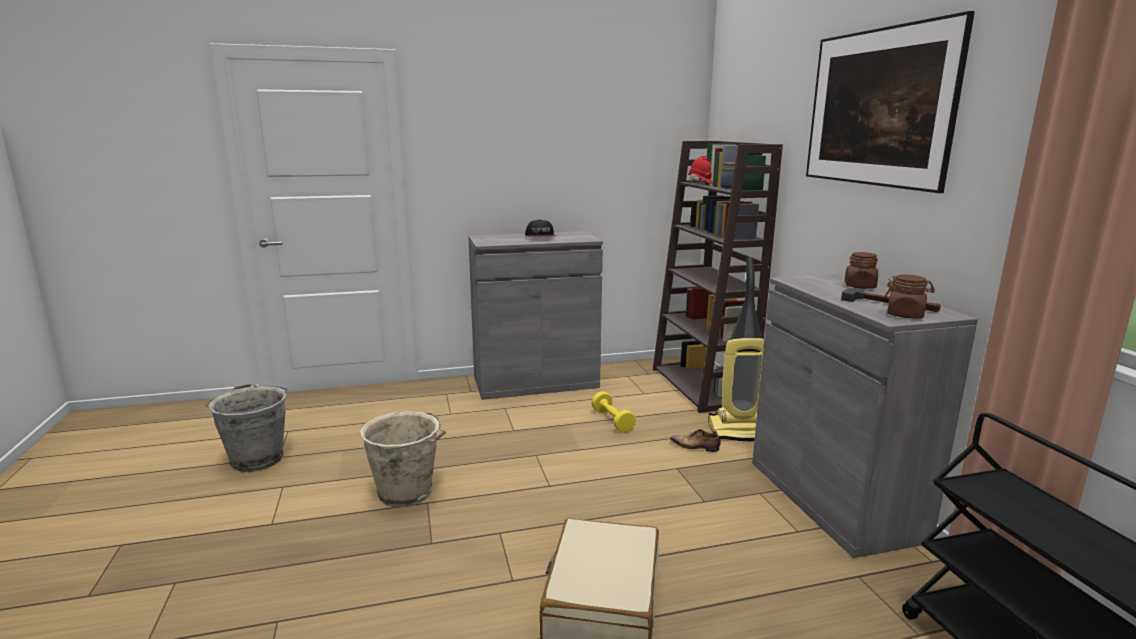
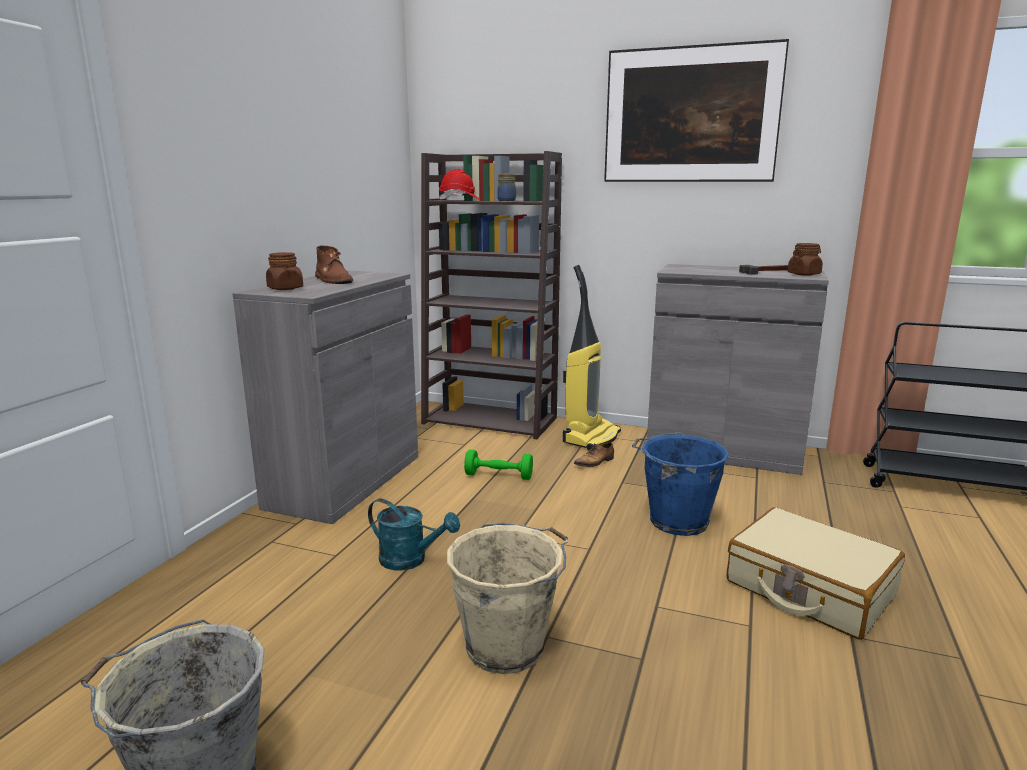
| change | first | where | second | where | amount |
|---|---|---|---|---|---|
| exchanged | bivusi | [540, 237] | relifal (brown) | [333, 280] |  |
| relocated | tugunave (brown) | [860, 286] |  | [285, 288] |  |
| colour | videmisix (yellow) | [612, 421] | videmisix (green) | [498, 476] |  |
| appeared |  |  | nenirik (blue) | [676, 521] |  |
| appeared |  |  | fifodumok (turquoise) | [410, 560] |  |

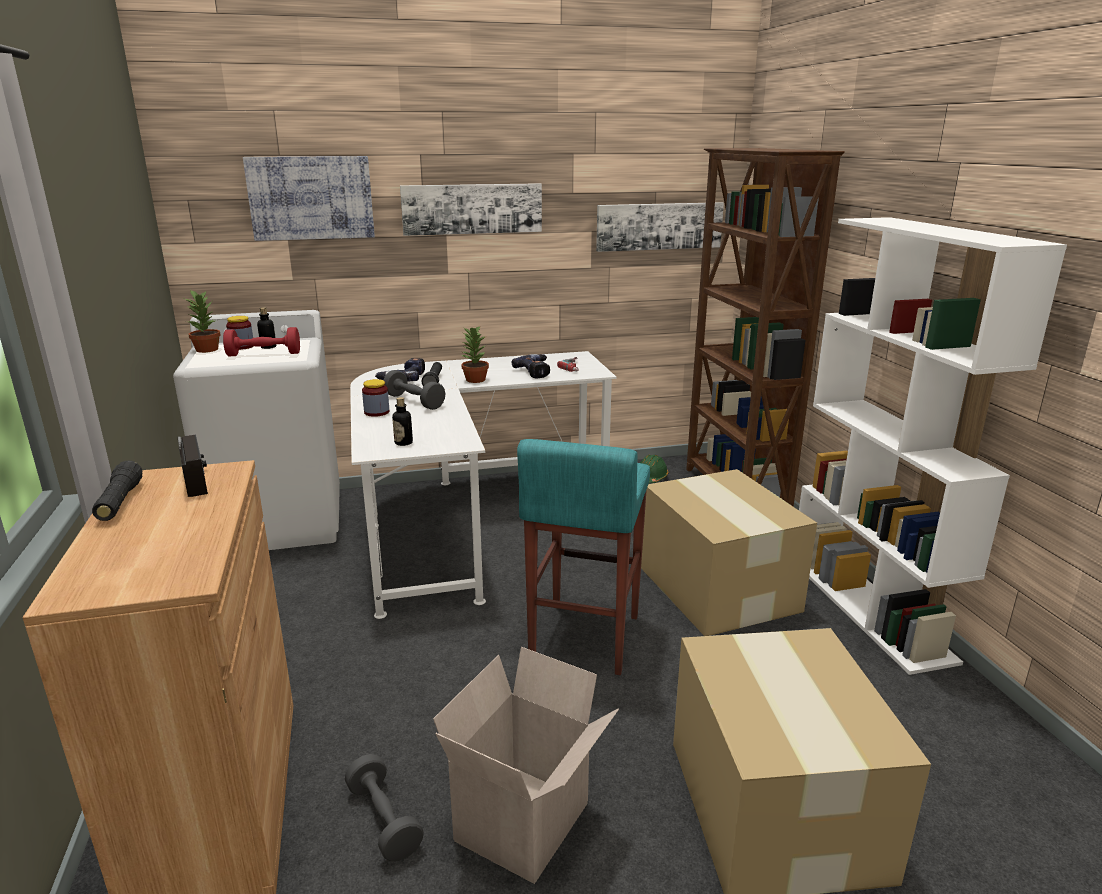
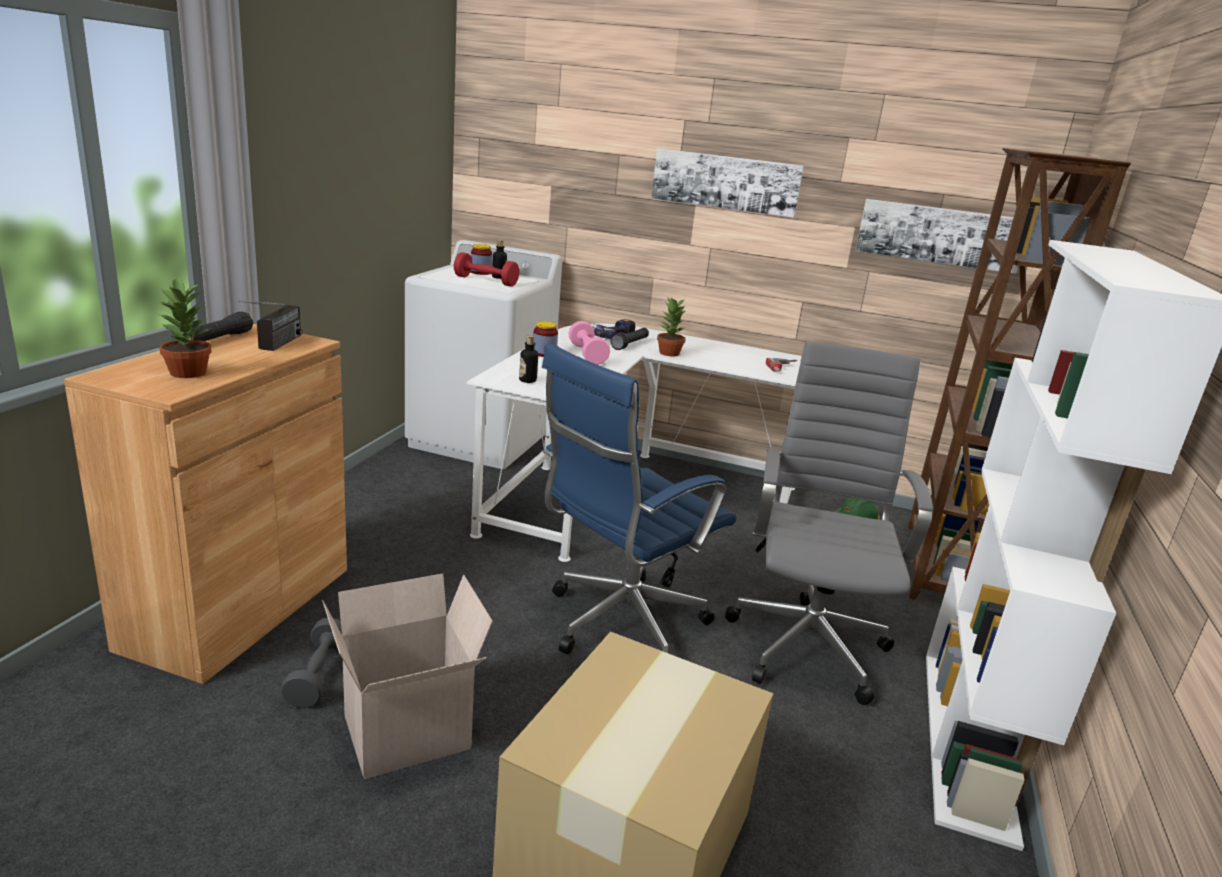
| change | first | where | second | where | amount |
|---|---|---|---|---|---|
| missing | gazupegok | [311, 198] |  |  |  |
| relocated | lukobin | [207, 349] |  | [189, 372] |  |
| missing | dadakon | [537, 372] |  |  |  |
| colour | videmisix (grey) | [414, 402] | videmisix (pink) | [587, 354] |  |
| exchanged | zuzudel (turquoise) | [583, 637] | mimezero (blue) | [619, 625] |  |
| exchanged | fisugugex | [718, 587] | mimezero (grey) | [807, 643] |  |

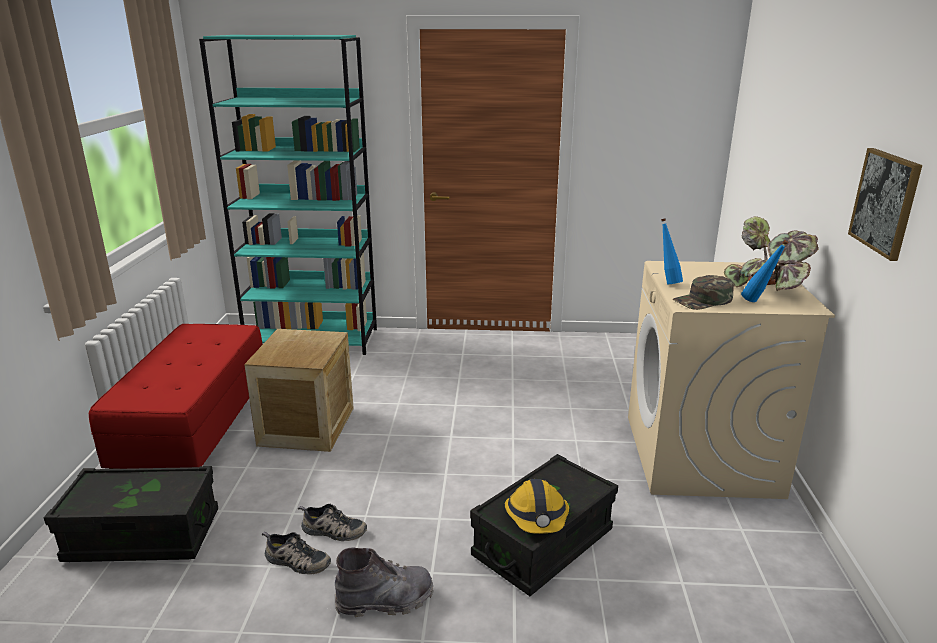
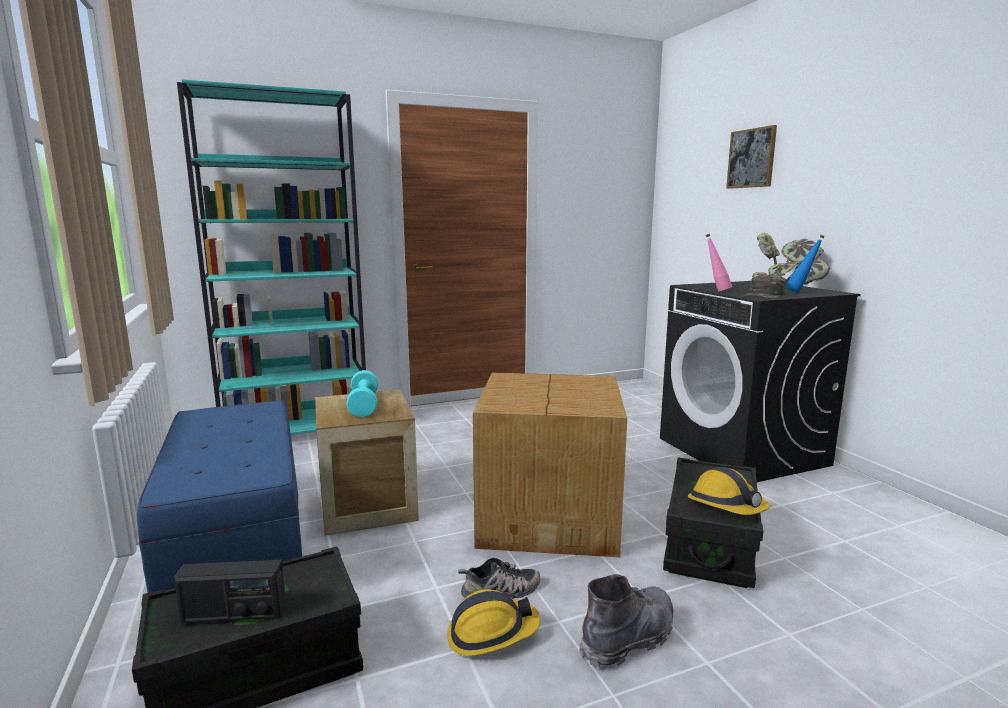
| change | first | where | second | where | amount |
|---|---|---|---|---|---|
| relocated | gazupegok | [885, 202] |  | [751, 158] |  |
| colour | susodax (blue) | [667, 282] | susodax (pink) | [716, 291] |  |
| colour | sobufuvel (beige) | [701, 456] | sobufuvel (black) | [743, 452] |  |
| colour | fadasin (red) | [197, 438] | fadasin (blue) | [237, 545] |  |
| exchanged | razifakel | [296, 562] | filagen | [491, 633] |  |
| appeared |  |  | videmisix (turquoise) | [364, 406] |  |
| appeared |  |  | fisugugex | [551, 515] |  |
| appeared |  |  | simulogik | [234, 614] |  |

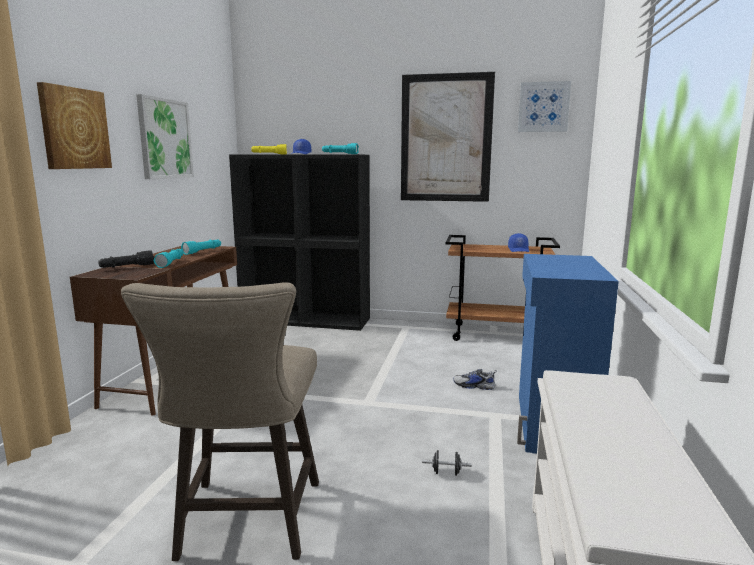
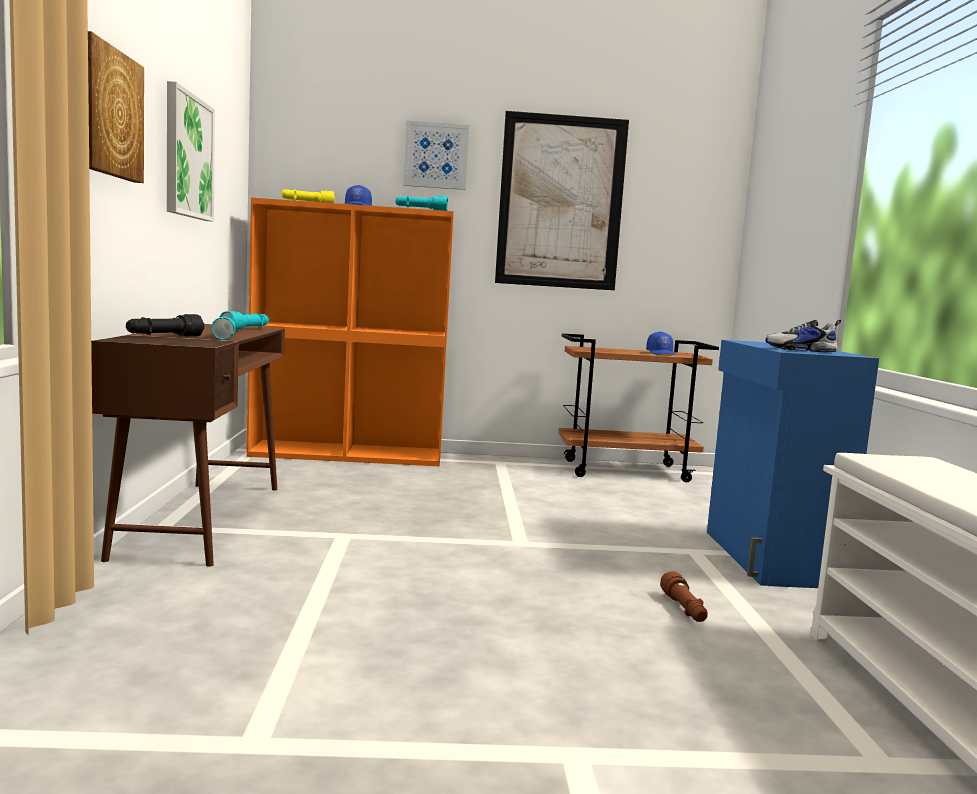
| change | first | where | second | where | amount |
|---|---|---|---|---|---|
| relocated | gazupegok | [543, 107] |  | [436, 155] |  |
| colour | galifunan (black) | [306, 320] | galifunan (orange) | [349, 454] |  |
| missing | zuzudel (beige) | [247, 526] |  |  |  |
| relocated | razifakel | [474, 386] |  | [801, 350] |  |
| exchanged | videmisix (black) | [446, 472] | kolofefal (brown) | [684, 609] |  |

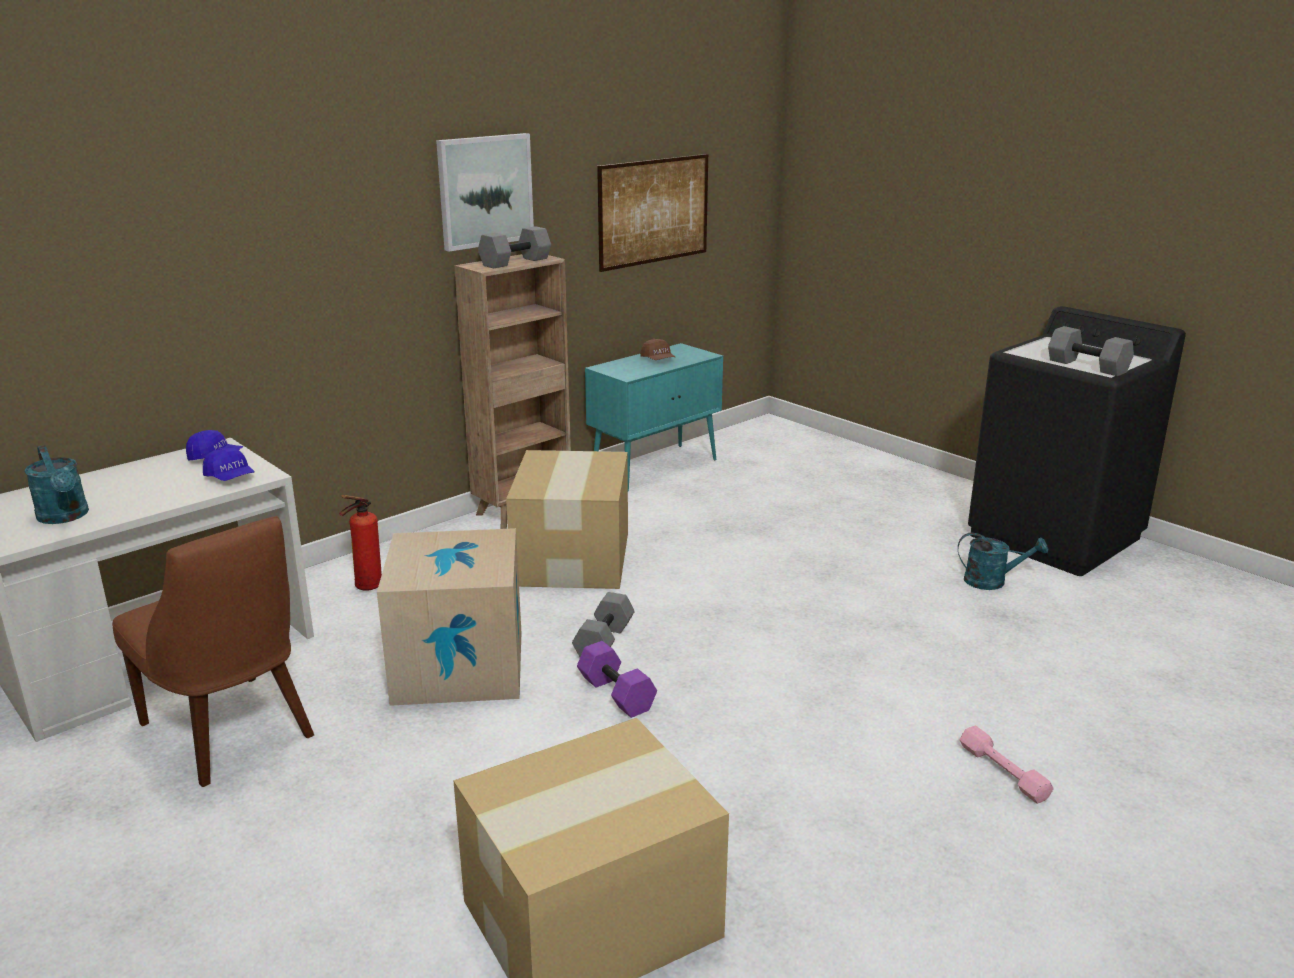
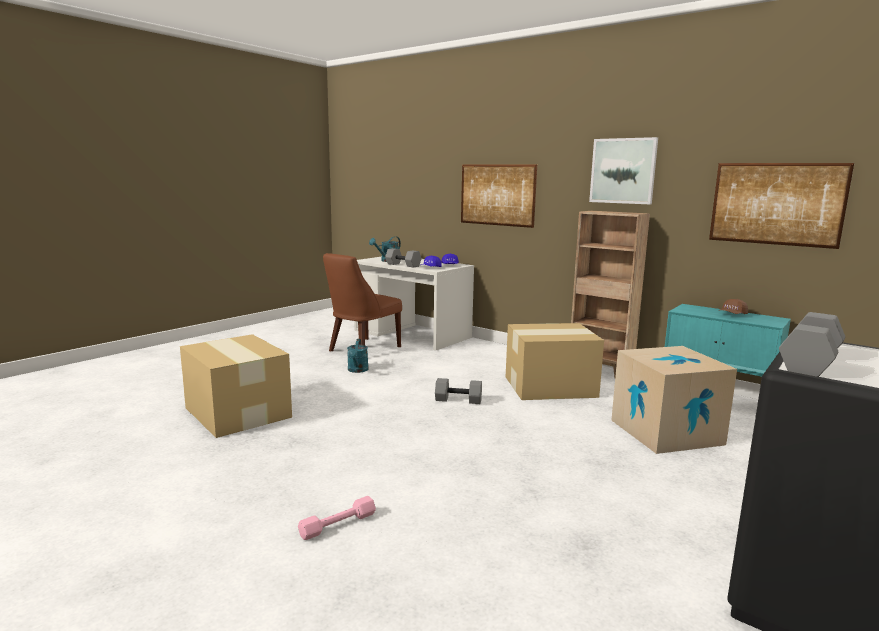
| change | first | where | second | where | amount |
|---|---|---|---|---|---|
| relocated | videmisix (grey) | [515, 262] |  | [403, 265] |  |
| missing | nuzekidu | [365, 587] |  |  |  |
| relocated | fisugugex | [459, 666] |  | [666, 432] |  |
| relocated | fifodumok (turquoise) | [992, 581] |  | [357, 370] |  |
| missing | videmisix (purple) | [614, 694] |  |  |  |
| appeared |  |  | gazupegok | [497, 195] |  |

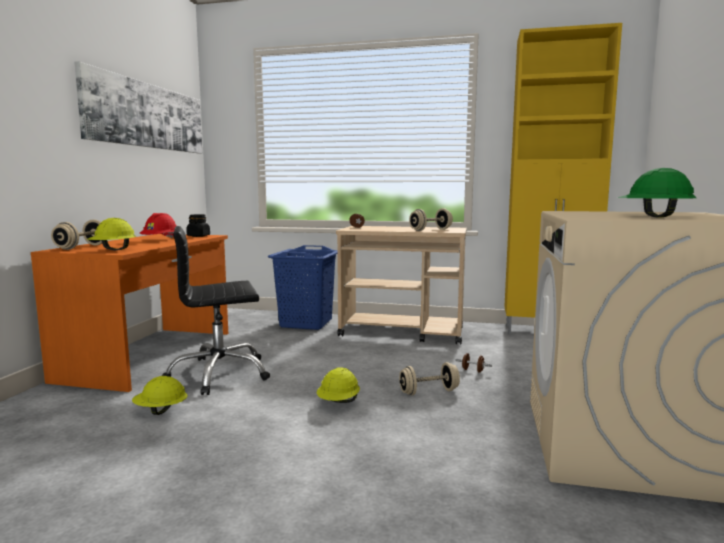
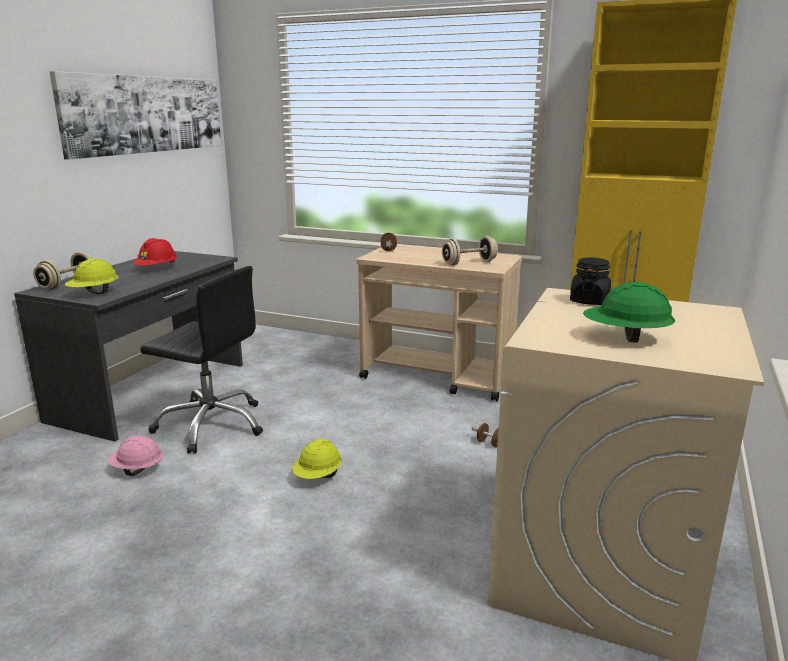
| change | first | where | second | where | amount |
|---|---|---|---|---|---|
| relocated | tugunave (black) | [198, 236] |  | [589, 301] |  |
| spun | mimezero (black) | [219, 374] |  | [211, 424] | 150 degrees counterclockwise |
| colour | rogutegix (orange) | [152, 355] | rogutegix (grey) | [153, 391] |  |
| missing | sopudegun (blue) | [306, 323] |  |  |  |
| missing | videmisix (beige) | [429, 392] |  |  |  |
| colour | filagen (yellow) | [160, 411] | filagen (pink) | [137, 470] |  |

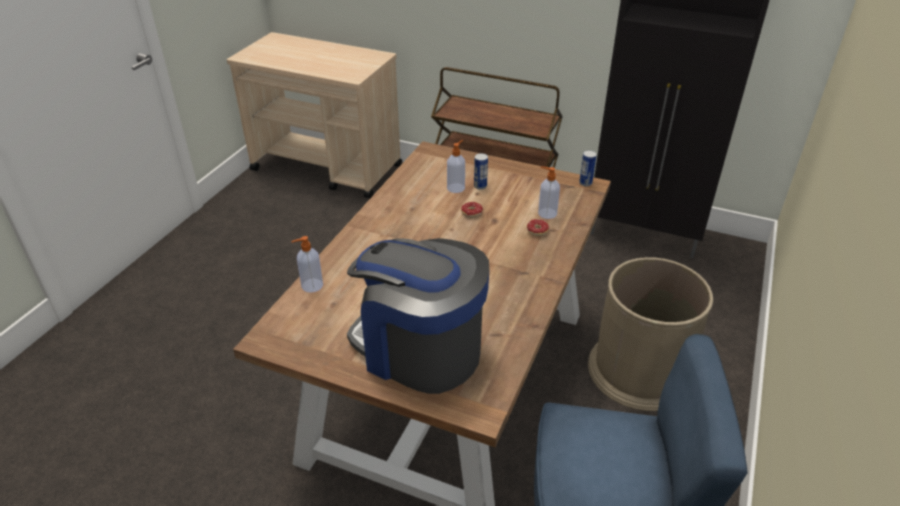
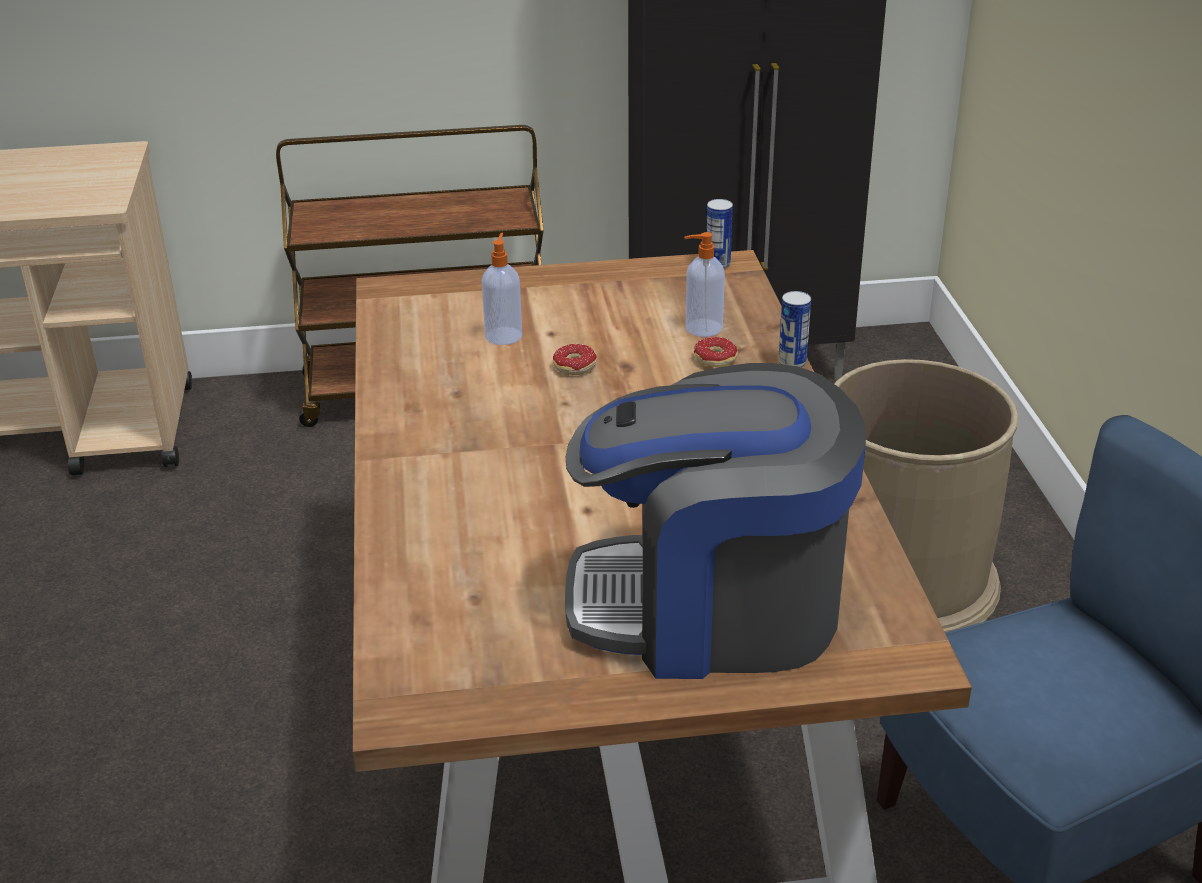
| change | first | where | second | where | amount |
|---|---|---|---|---|---|
| relocated | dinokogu | [480, 186] |  | [792, 362] |  |
| missing | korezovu | [311, 286] |  |  |  |

